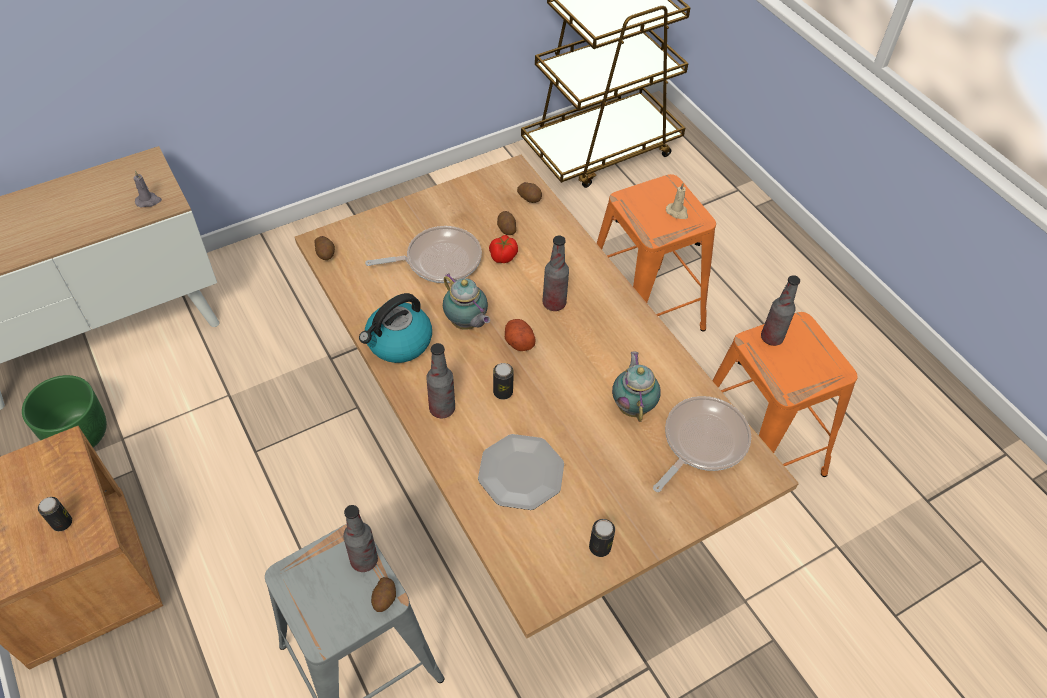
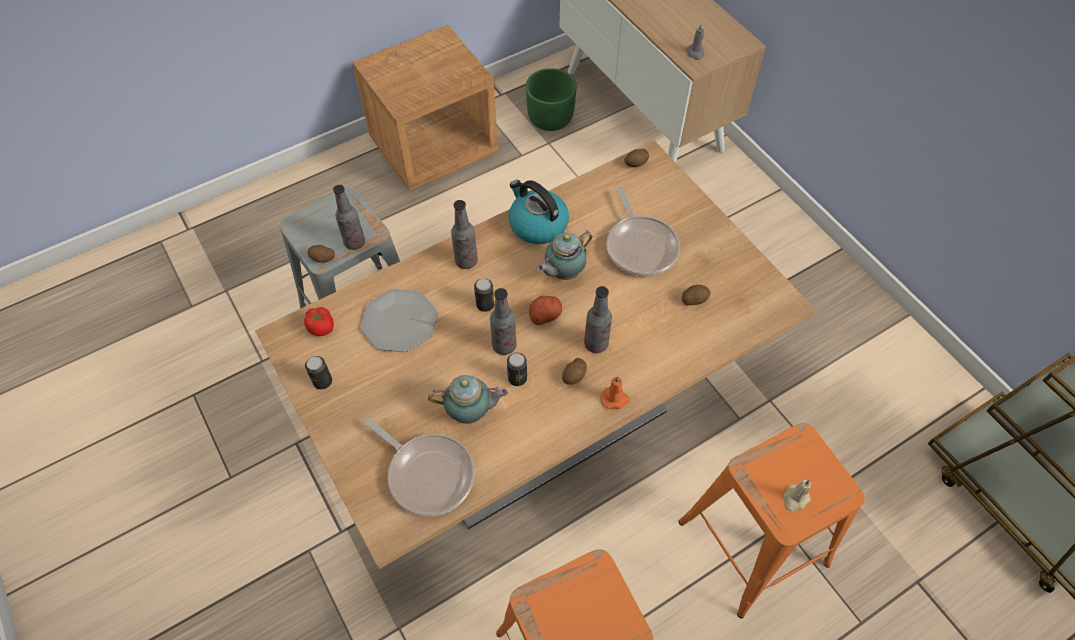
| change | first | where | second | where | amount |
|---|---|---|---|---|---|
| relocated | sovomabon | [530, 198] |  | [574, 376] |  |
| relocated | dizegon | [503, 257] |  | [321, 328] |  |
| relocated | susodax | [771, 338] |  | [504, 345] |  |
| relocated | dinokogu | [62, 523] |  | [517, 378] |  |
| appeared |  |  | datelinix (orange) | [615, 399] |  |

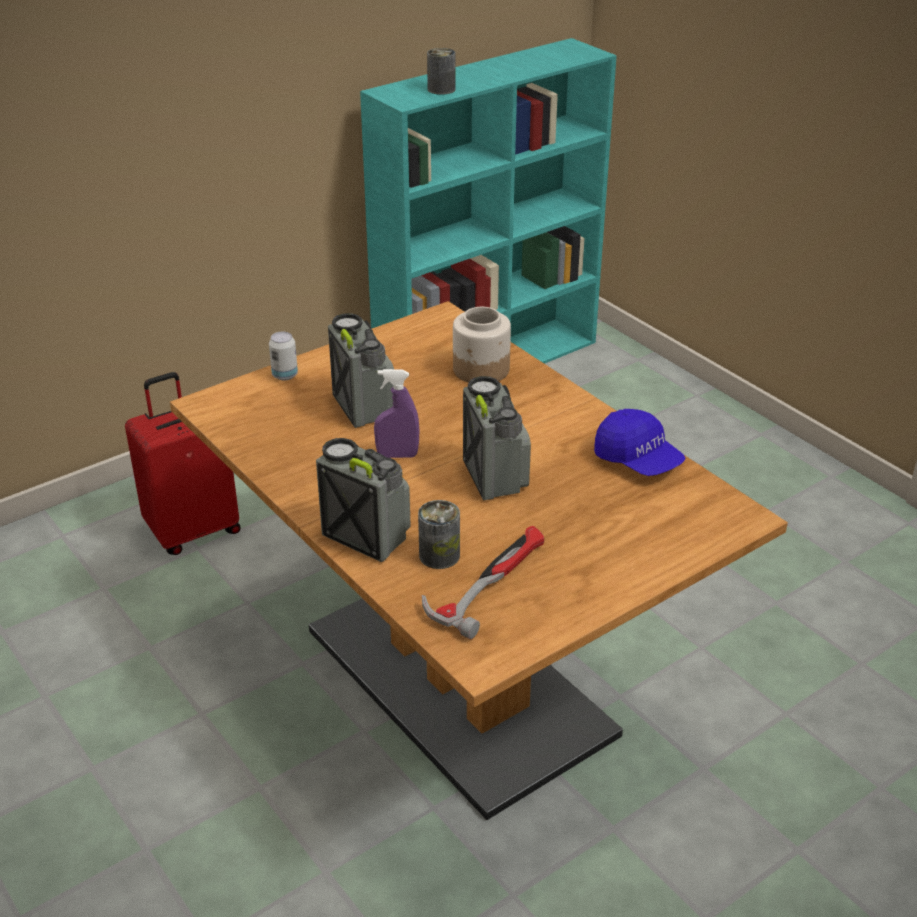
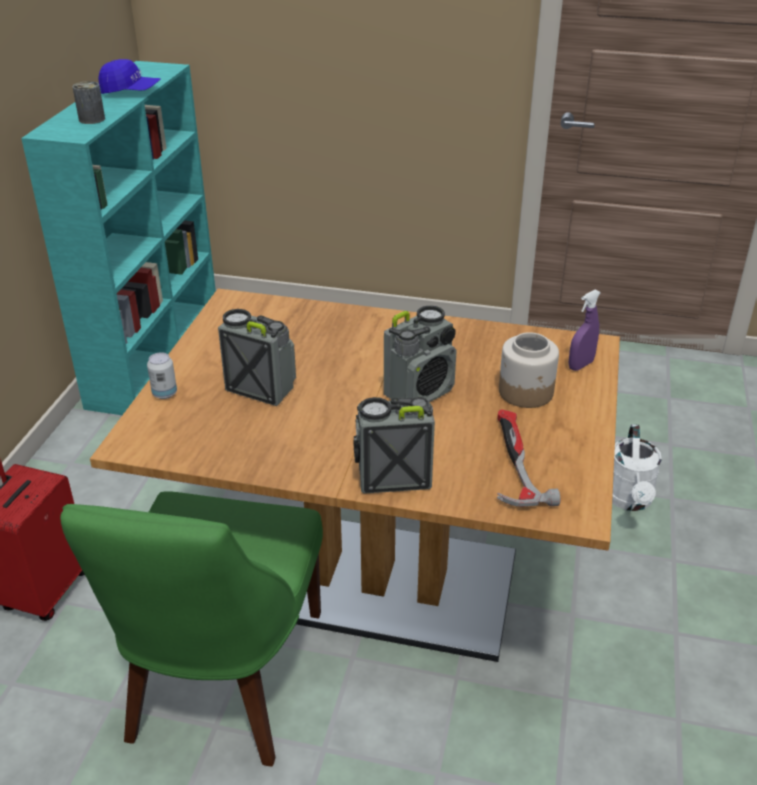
| change | first | where | second | where | amount |
|---|---|---|---|---|---|
| relocated | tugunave | [481, 370] |  | [526, 392] |  |
| relocated | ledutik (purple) | [397, 455] |  | [580, 365] |  |
| spun | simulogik | [494, 476] |  | [420, 392] | 105 degrees clockwise |
| relocated | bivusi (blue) | [638, 460] |  | [130, 92] |  |
| missing | dinokogu | [439, 555] |  |  |  |
| appeared |  |  | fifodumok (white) | [630, 501] |  |
| appeared |  |  | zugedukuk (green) | [222, 685] |  |

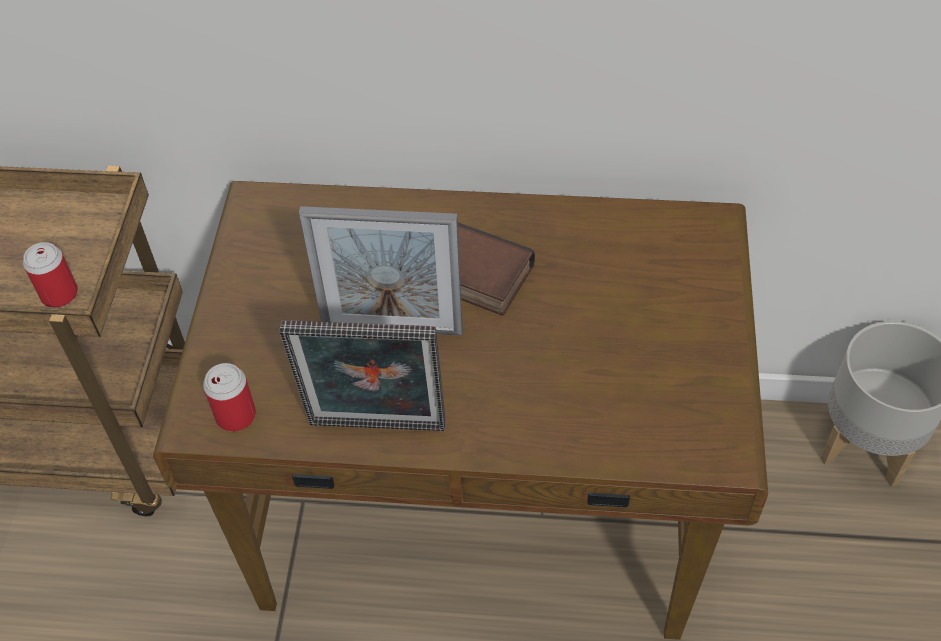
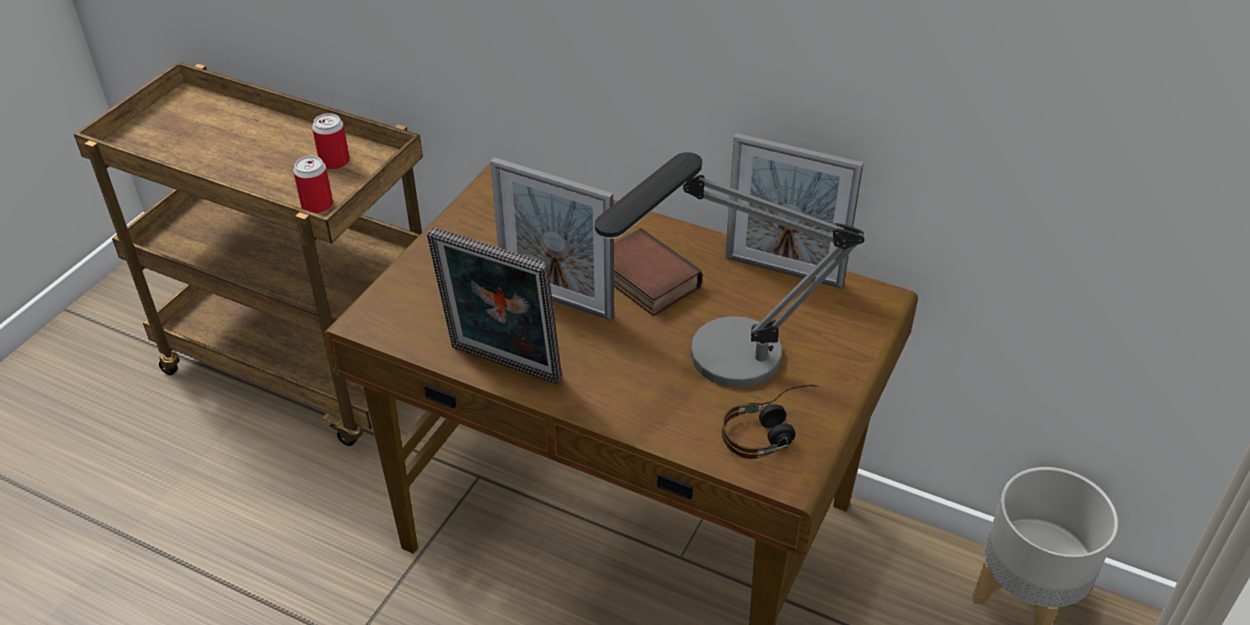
| change | first | where | second | where | amount |
|---|---|---|---|---|---|
| relocated | dinokogu | [235, 415] |  | [334, 162] |  |
| appeared |  |  | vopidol | [783, 271] |  |
| appeared |  |  | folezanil | [715, 368] |  |
| appeared |  |  | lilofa | [772, 431] |  |

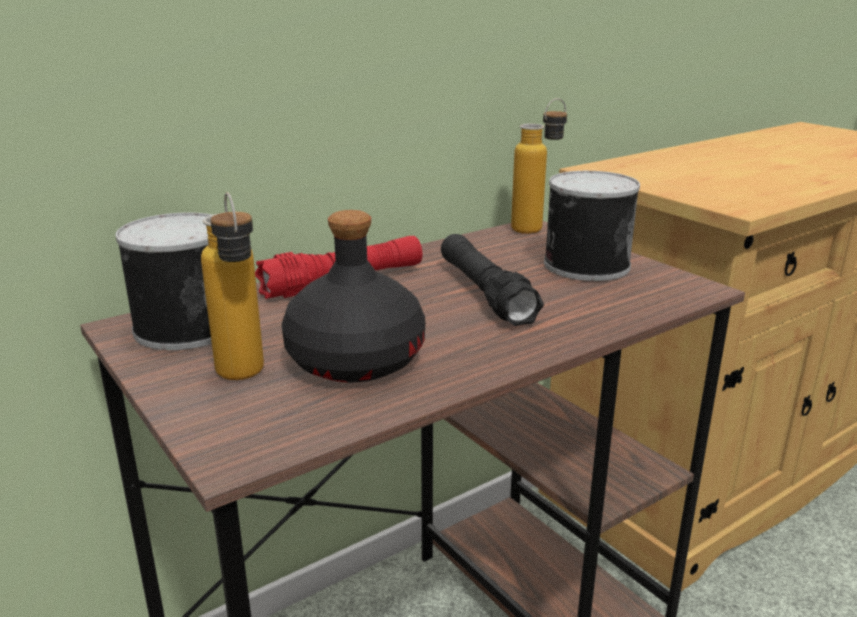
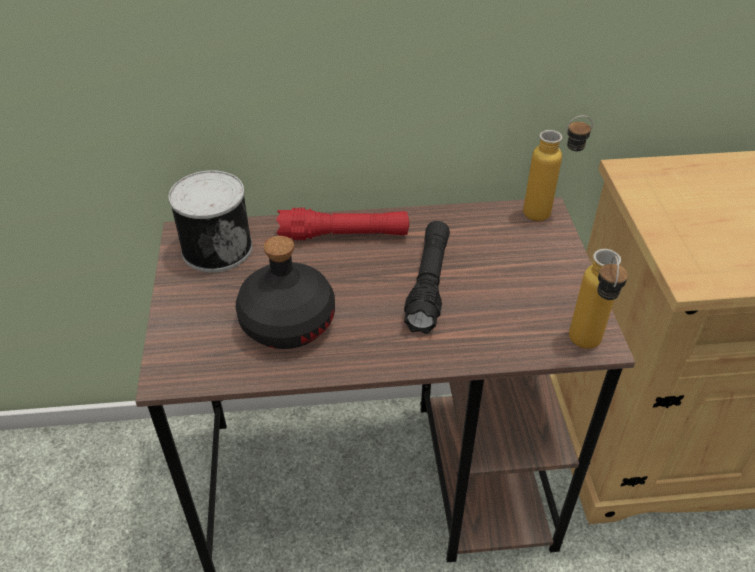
| change | first | where | second | where | amount |
|---|---|---|---|---|---|
| missing | dinokogu | [584, 264] |  |  |  |
| relocated | susodax | [244, 379] |  | [586, 348] |  |

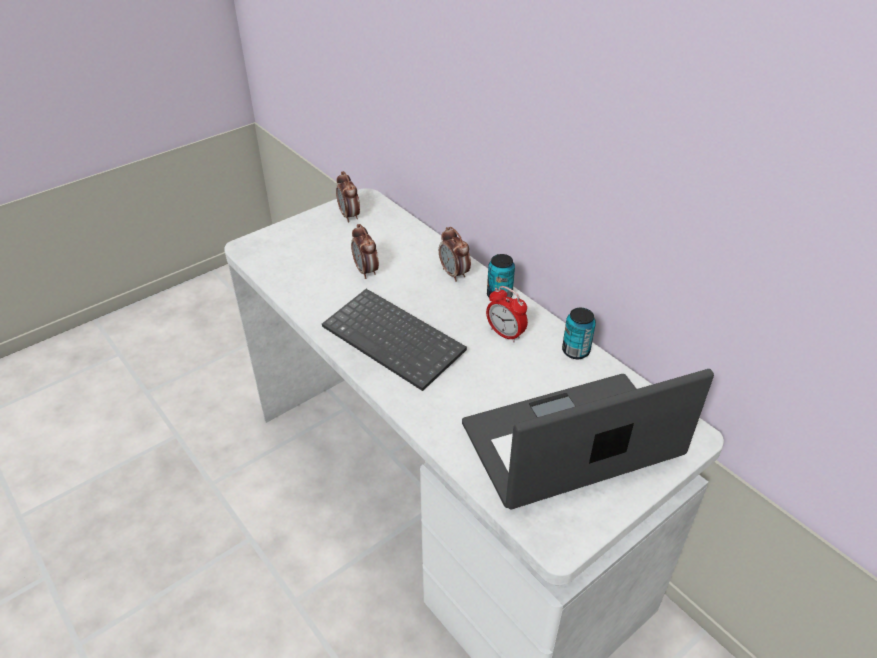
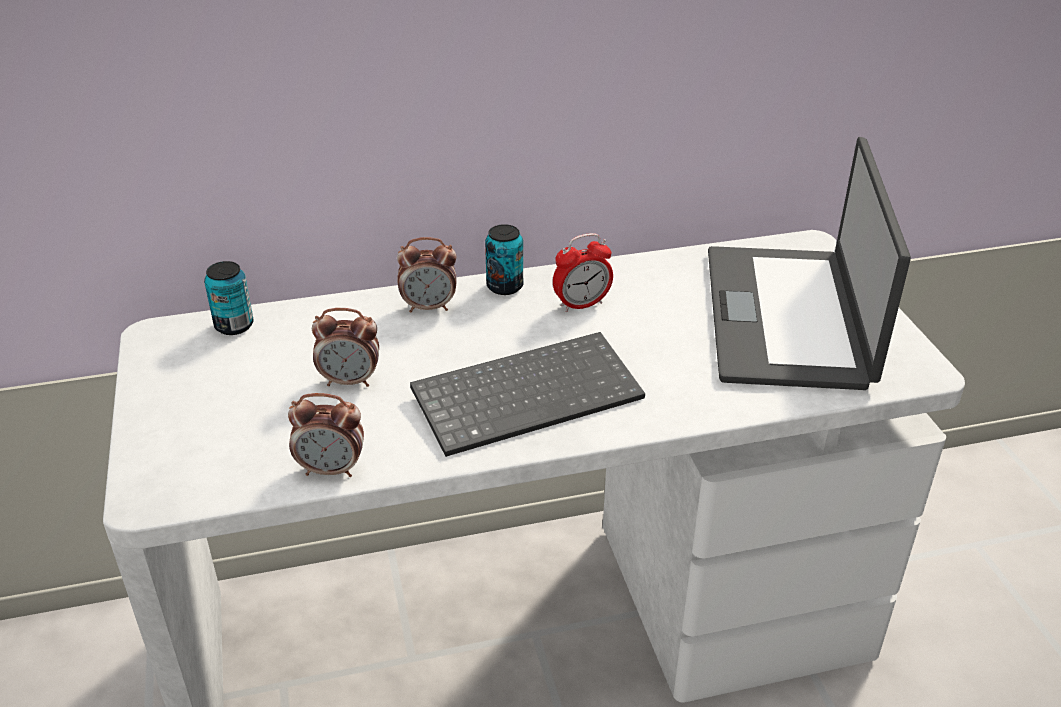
| change | first | where | second | where | amount |
|---|---|---|---|---|---|
| relocated | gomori | [349, 216] |  | [331, 469] |  |
| relocated | dinokogu | [575, 351] |  | [234, 325] |  |

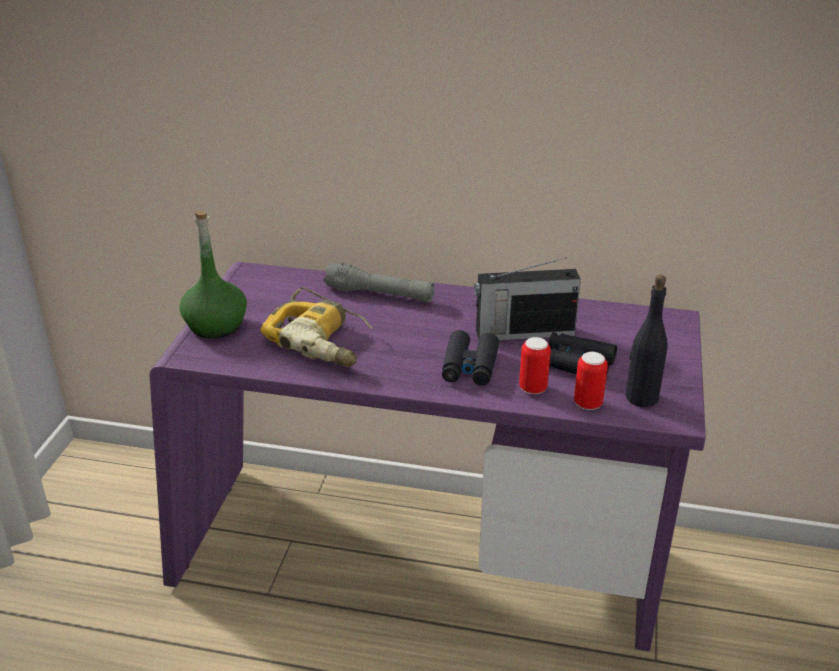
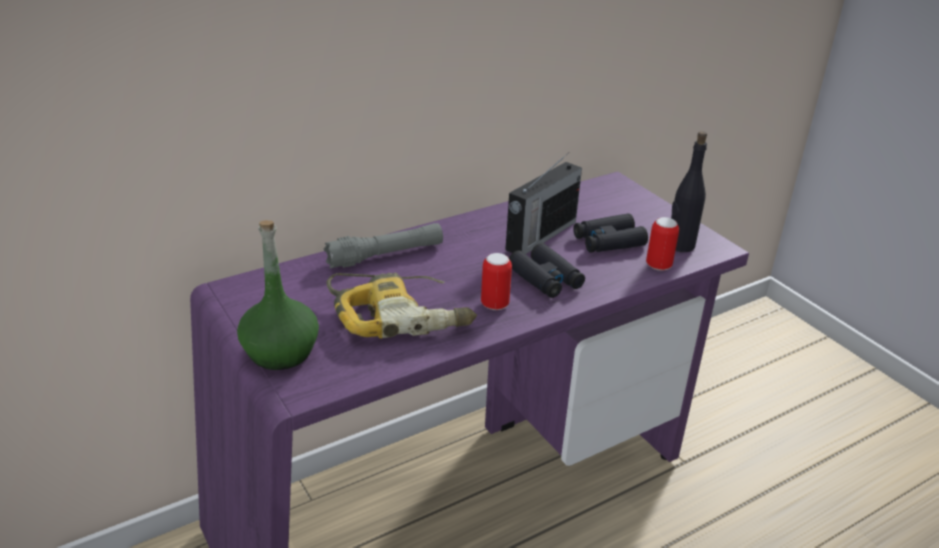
| change | first | where | second | where | amount |
|---|---|---|---|---|---|
| relocated | dinokogu | [533, 388] |  | [494, 304] |  |

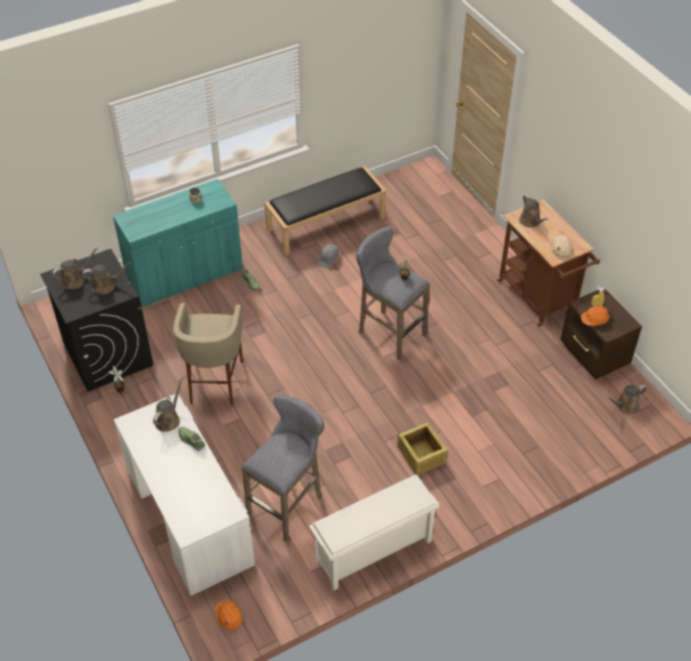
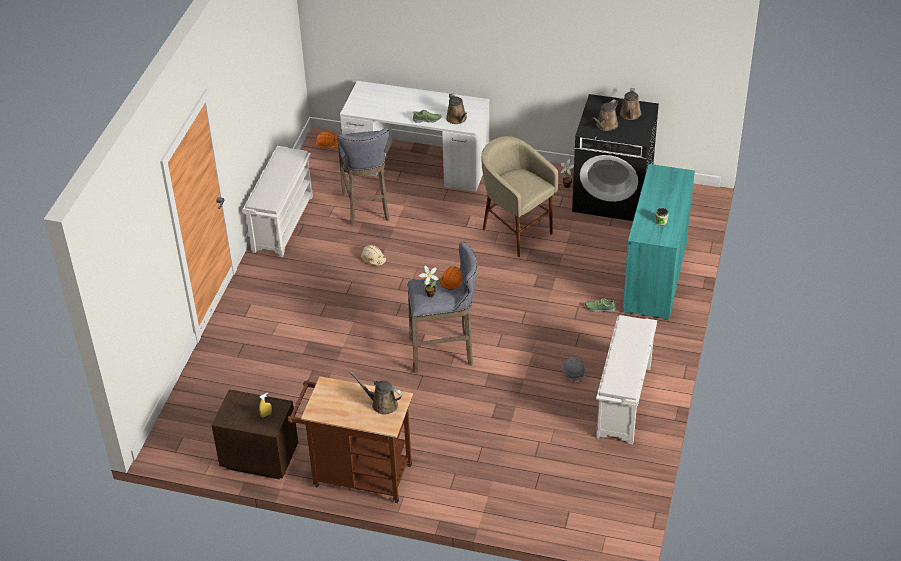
| change | first | where | second | where | amount |
|---|---|---|---|---|---|
| exchanged | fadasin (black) | [326, 222] | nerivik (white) | [624, 402] |  |
| relocated | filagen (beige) | [561, 249] |  | [373, 259] |  |
| relocated | filagen (orange) | [594, 319] |  | [452, 281] |  |
| missing | fifodumok (brown) | [625, 406] |  |  |  |
| missing | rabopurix | [421, 455] |  |  |  |

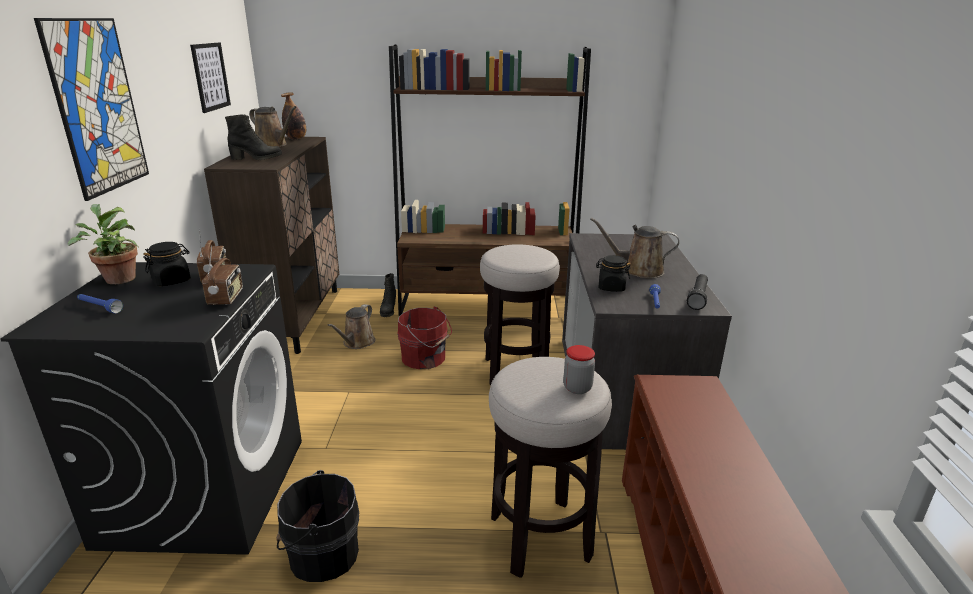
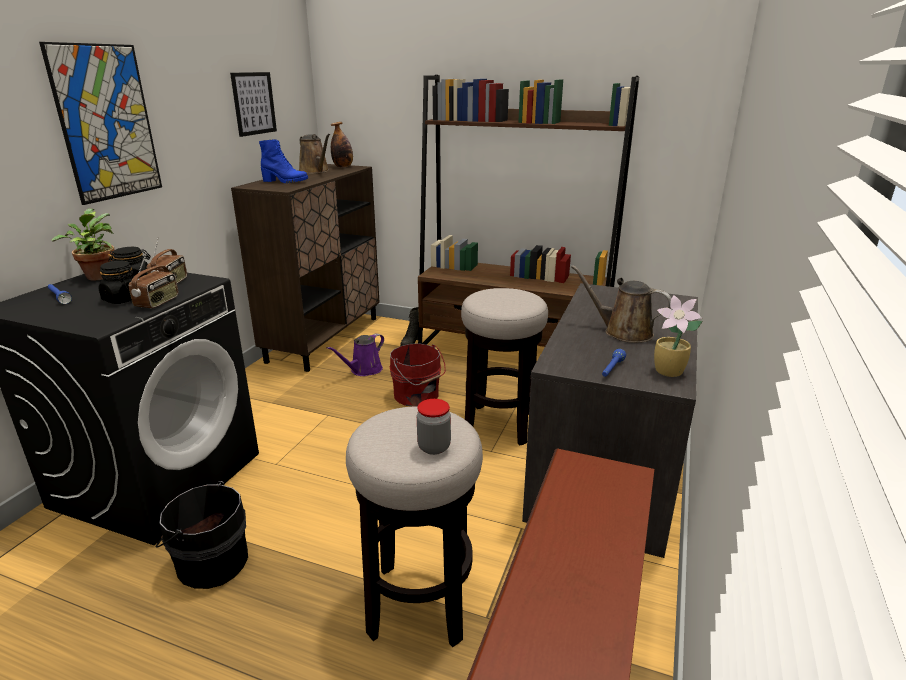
| change | first | where | second | where | amount |
|---|---|---|---|---|---|
| colour | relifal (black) | [256, 158] | relifal (blue) | [285, 181] |  |
| relocated | tugunave (black) | [611, 287] |  | [123, 299] |  |
| exchanged | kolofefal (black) | [698, 298] | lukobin | [670, 372] |  |
| colour | fifodumok (brown) | [357, 343] | fifodumok (purple) | [364, 370] |  |

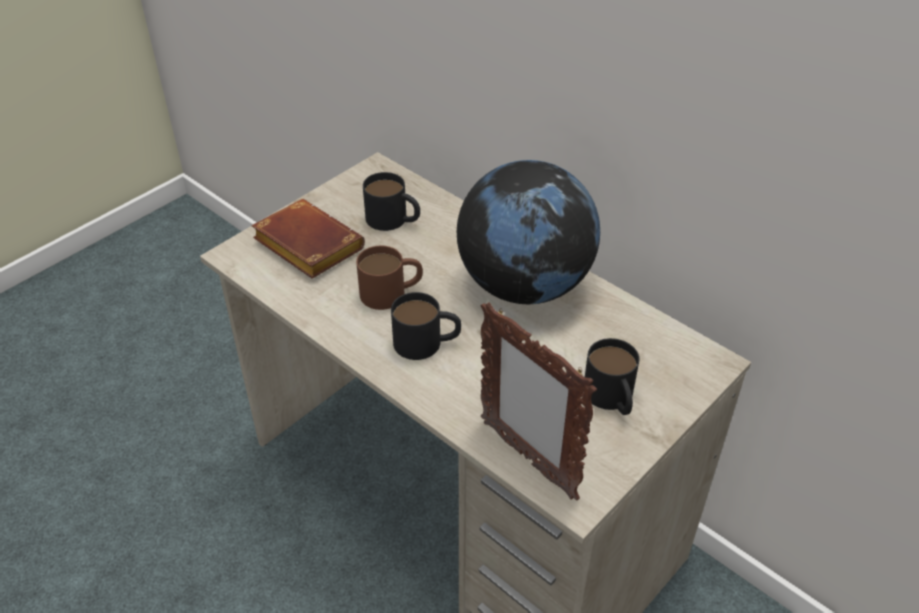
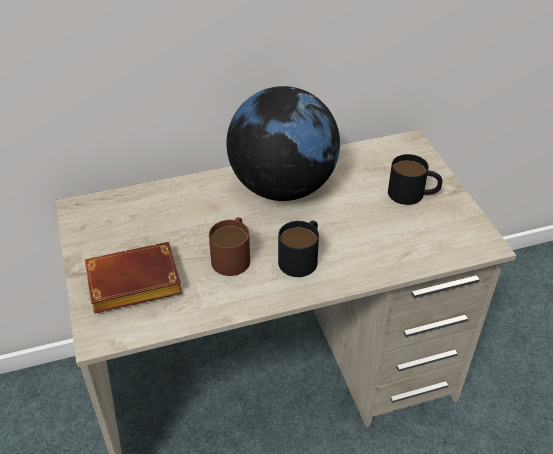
| change | first | where | second | where | amount |
|---|---|---|---|---|---|
| missing | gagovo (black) | [393, 220] |  |  |  |
| missing | vopidol | [527, 458] |  |  |  |

